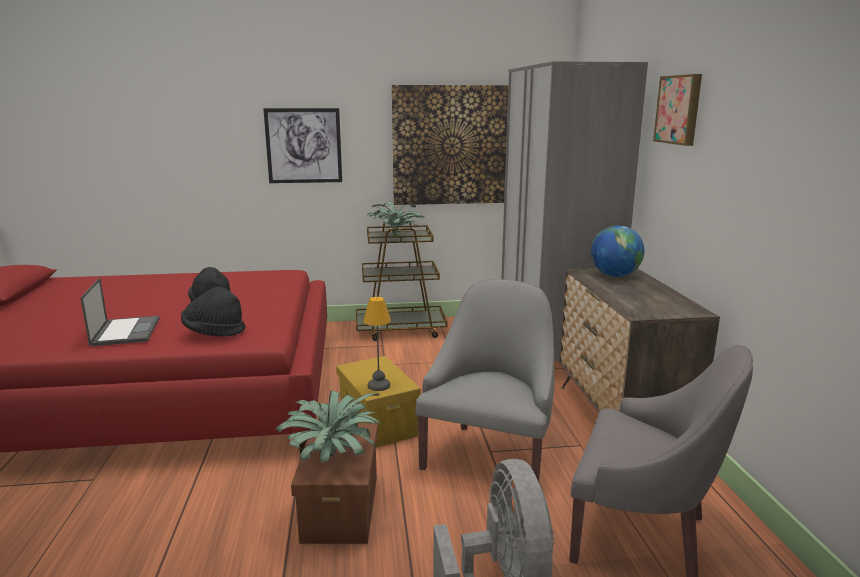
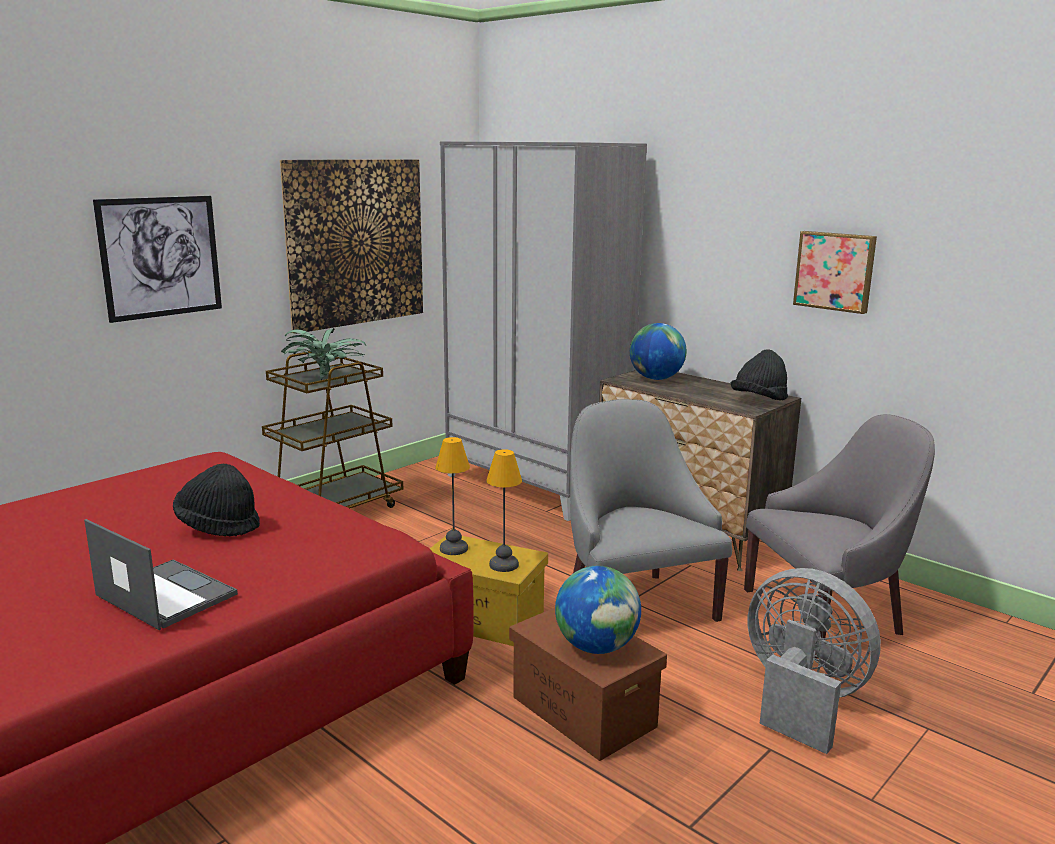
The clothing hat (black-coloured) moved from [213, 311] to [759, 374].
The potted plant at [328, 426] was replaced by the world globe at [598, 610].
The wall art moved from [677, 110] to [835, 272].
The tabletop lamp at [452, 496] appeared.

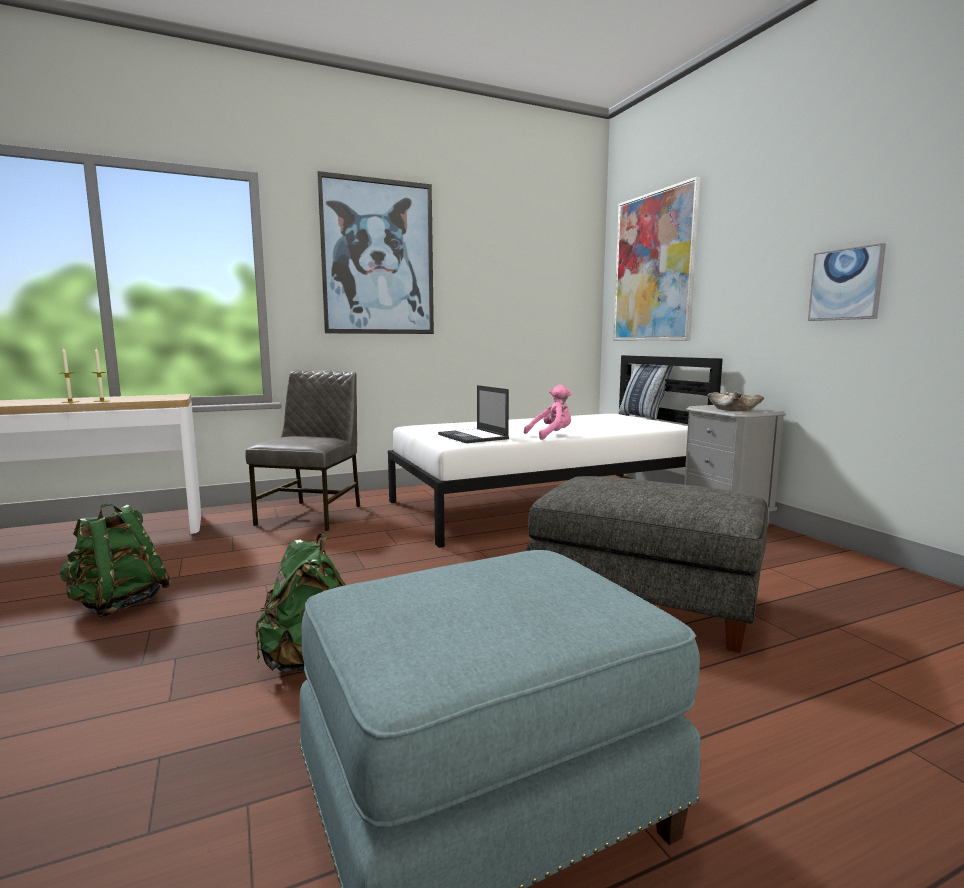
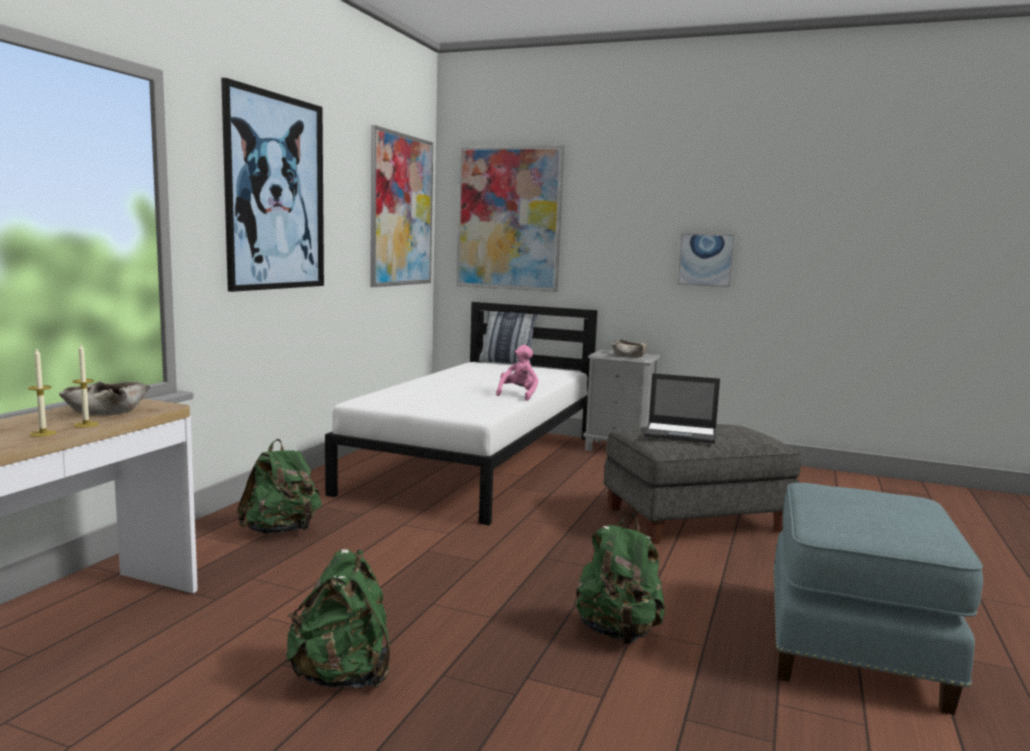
The plain chair (grey) at [302, 450] was replaced by the knapsack (greenish) at [279, 486].
The notebook computer moved from [473, 414] to [682, 408].
The bowl (beige-coloured) at [104, 398] appeared.
The wall art at [402, 206] appeared.

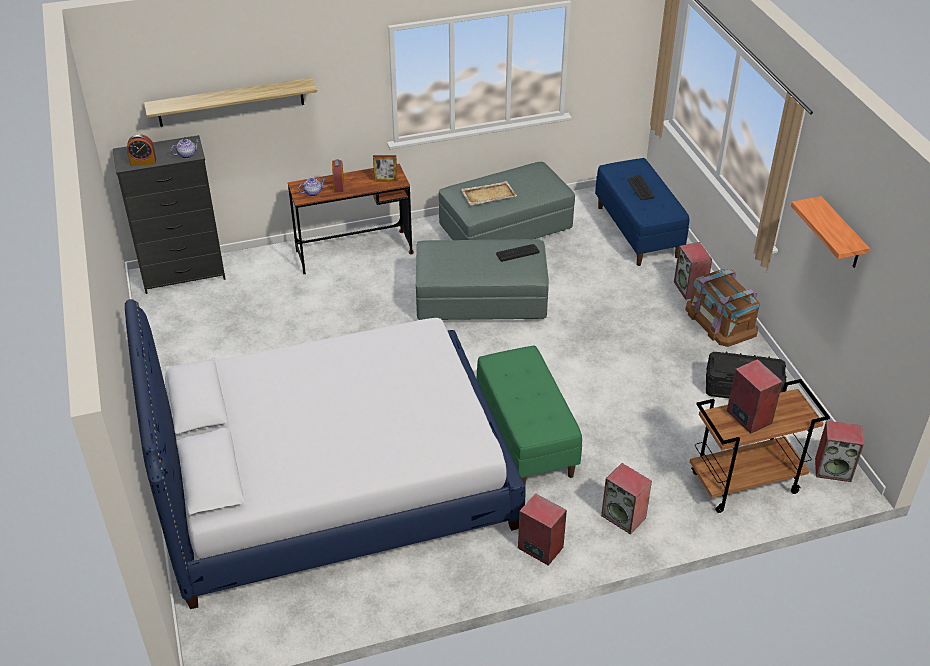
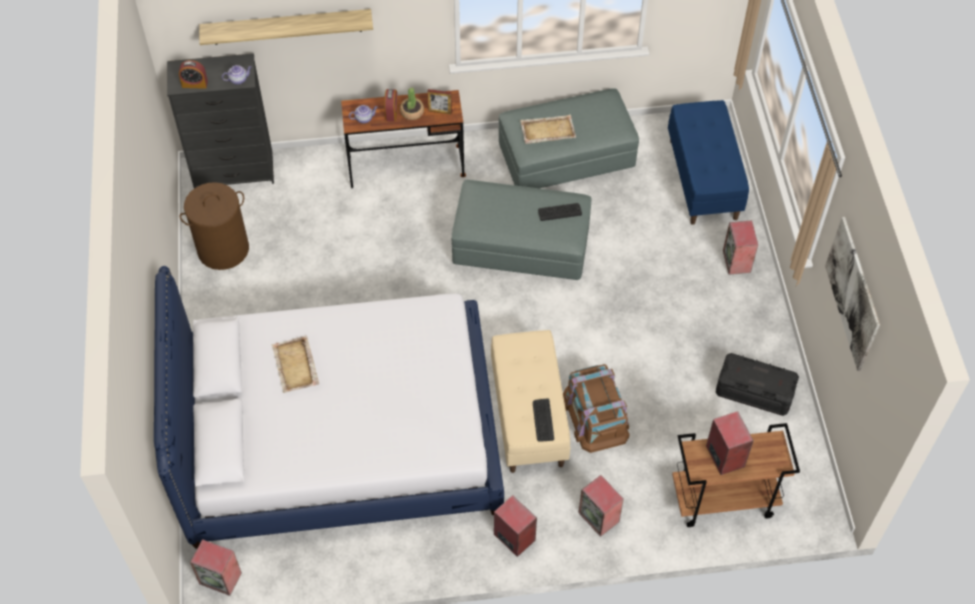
The long seat (greenish) at [529, 415] became the long seat (beige-coloured) at [530, 401].
The computer keyboard moved from [641, 187] to [543, 420].
The storage box (brownish) moved from [722, 308] to [596, 408].
The shelf at [830, 232] was replaced by the wall art at [852, 294].
The loudspeaker moved from [839, 451] to [216, 567].
The hamper (brownish) at [214, 226] appeared.
The serving tray (beige-coloured) at [295, 364] appeared.
The potted plant at [412, 104] appeared.

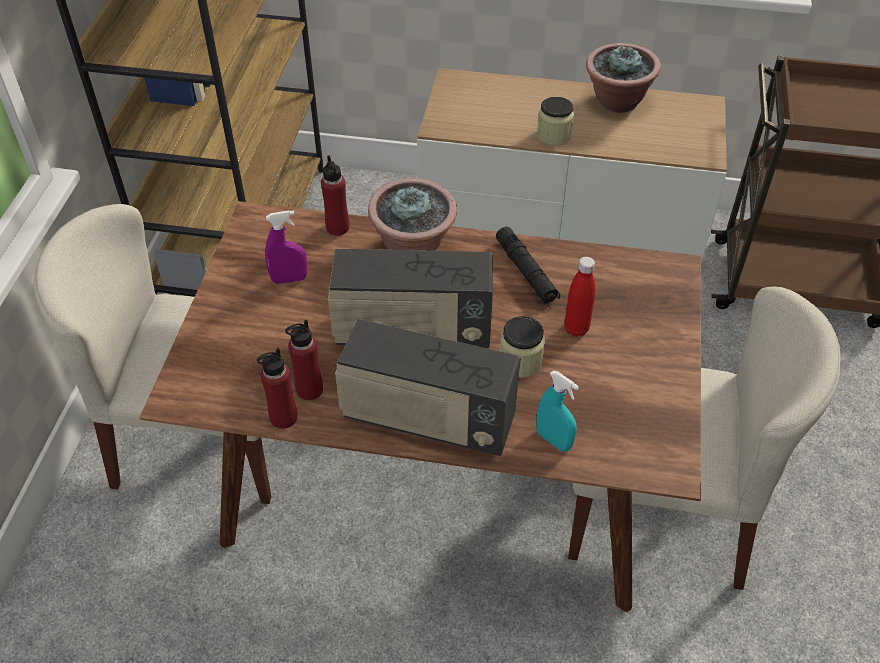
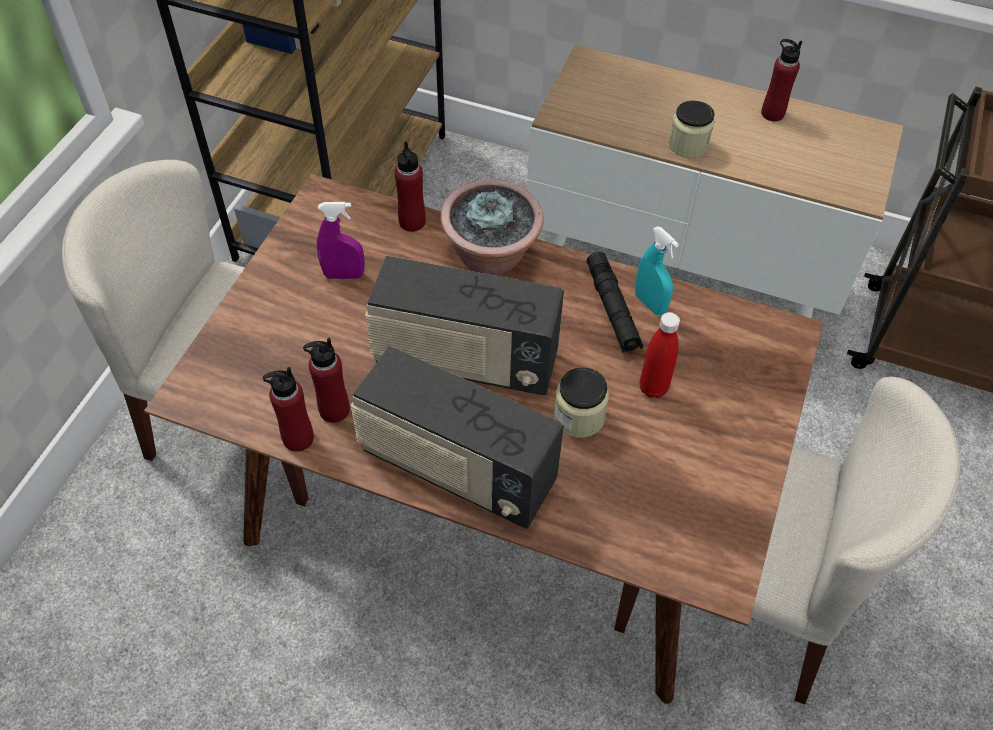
The sprayer (turquoise-coloured) moved from [558, 411] to [657, 270].
The potted plant at [623, 78] was replaced by the bottle (red) at [781, 80].

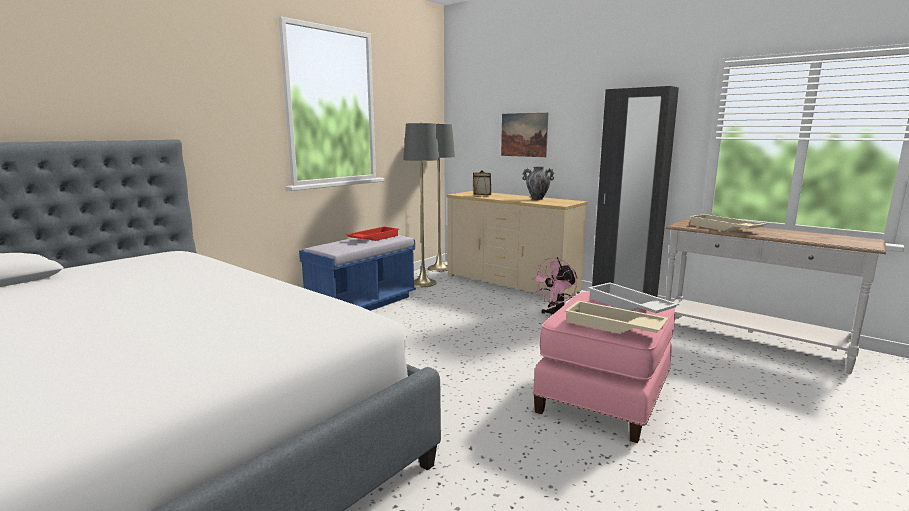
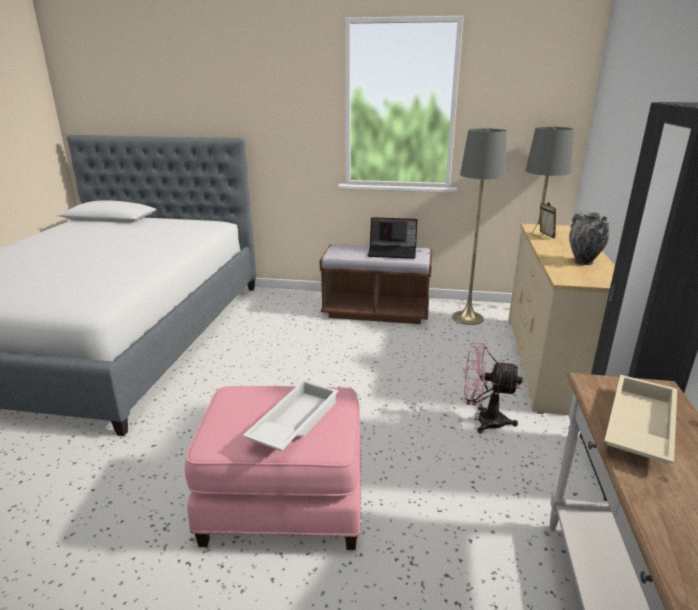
The long seat (blue) at [357, 273] became the long seat (brownish) at [376, 284].
The serving tray (red) at [372, 233] was replaced by the notebook computer at [392, 238].
The wall art at [524, 135] disappeared.
The serving tray (beige-coloured) at [616, 317] disappeared.

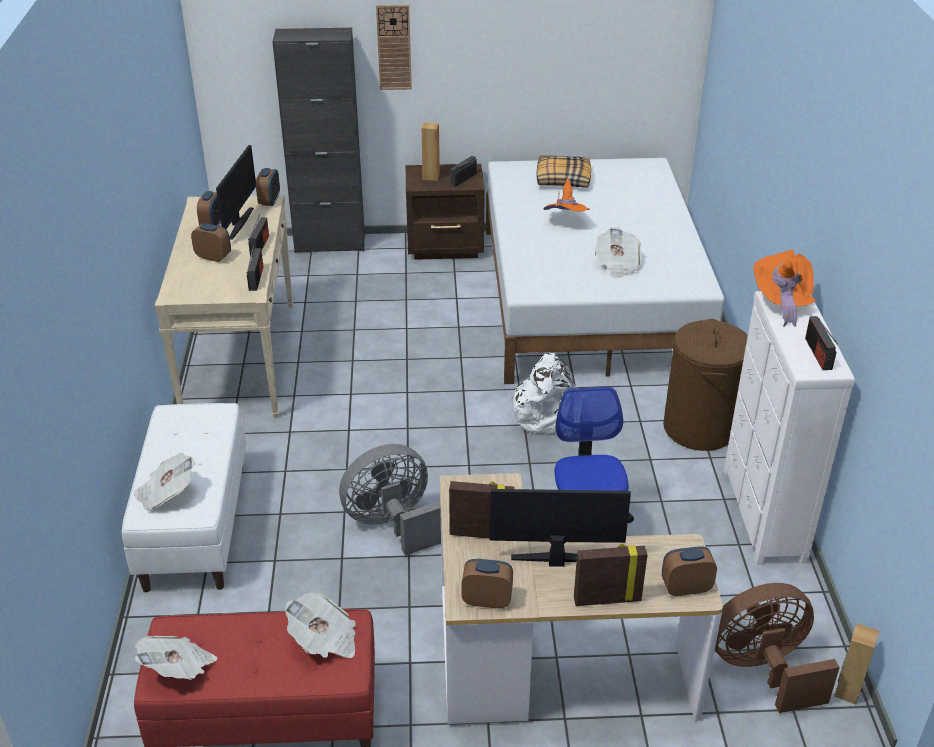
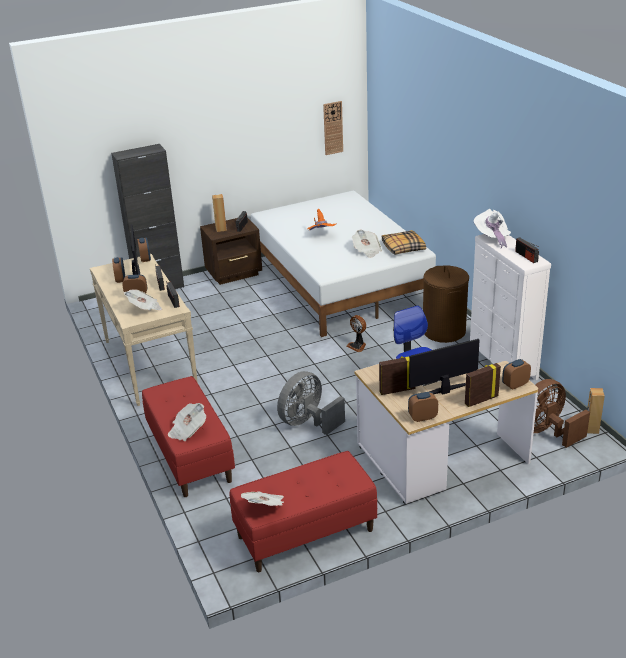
The long seat (whitish) at [184, 497] became the long seat (red) at [188, 436].
The daily paper moved from [320, 625] to [143, 300].
The clock on the wall moved from [394, 47] to [333, 128].
The knapsack (whitish) at [543, 394] was replaced by the fan at [356, 333].
The cushion moved from [564, 171] to [404, 242].
The clothing hat (orangey) at [784, 288] became the clothing hat (whitish) at [492, 229].

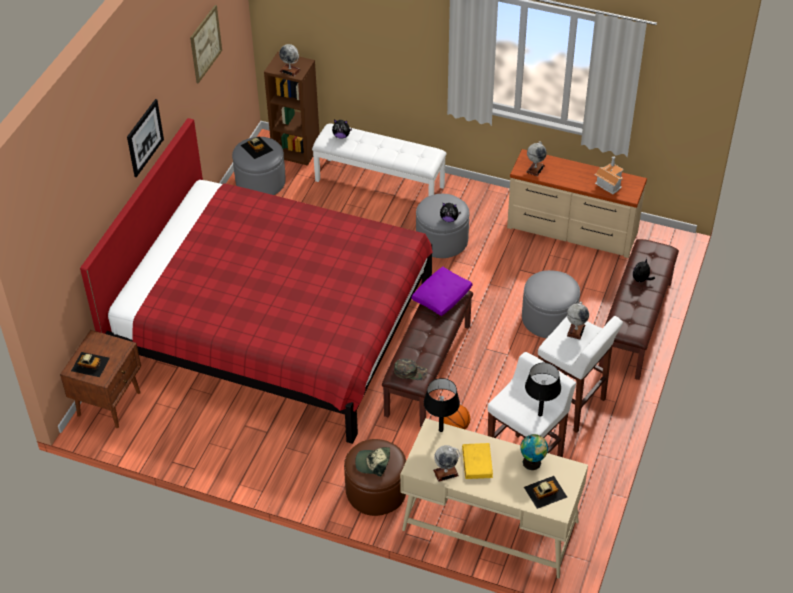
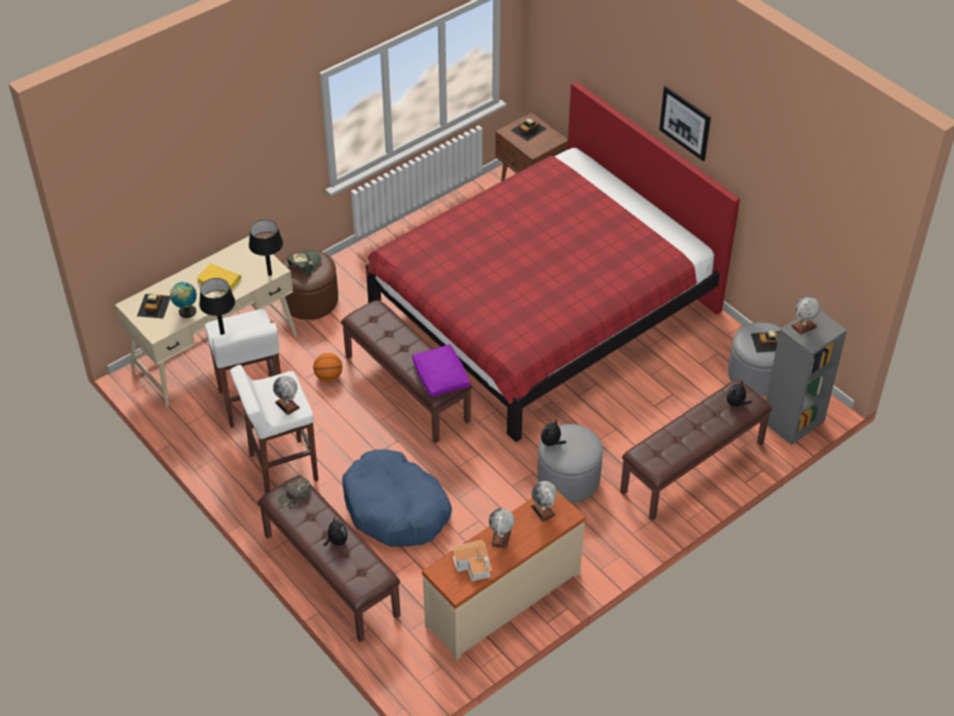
The wall art at [206, 44] disappeared.
The shelving unit (brownish) at [292, 109] became the shelving unit (grey) at [806, 377].
The long seat (whitish) at [379, 159] became the long seat (brownish) at [696, 450].
The peaked cap (greenish) moved from [411, 369] to [294, 493].
The world globe moved from [446, 463] to [502, 528].
The pouffe (grey) at [551, 304] was replaced by the dog cushion (blue) at [397, 498].

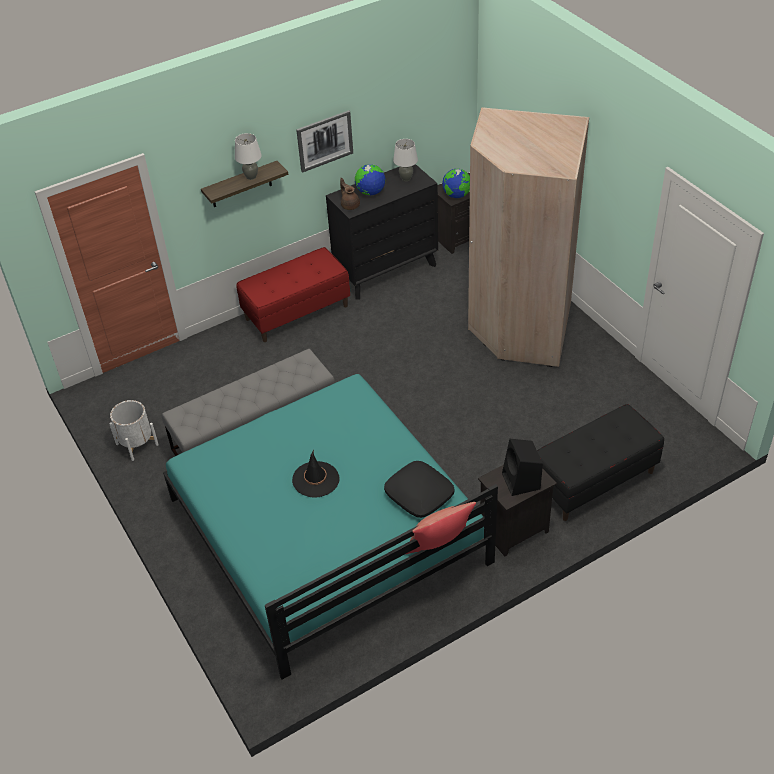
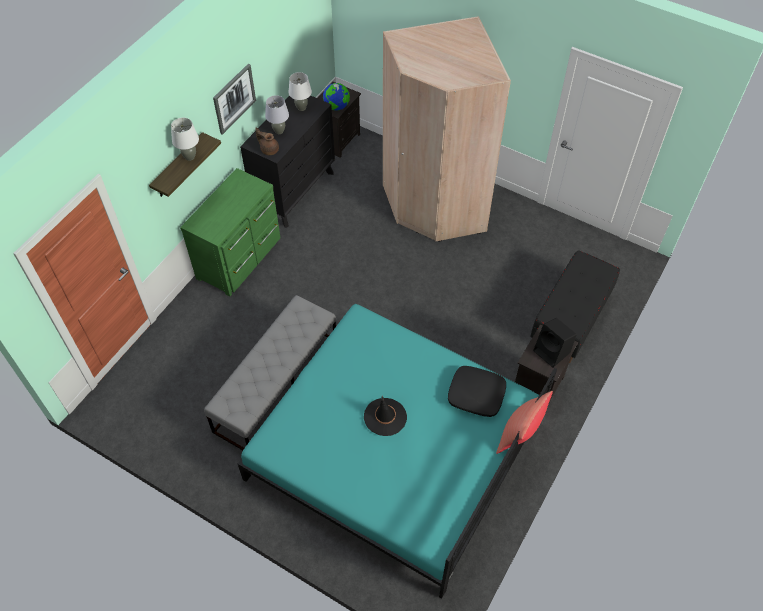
The flower pot (whitish) at [134, 430] disappeared.
The long seat (red) at [293, 294] was replaced by the chest of drawers (greenish) at [230, 232].
The world globe at [370, 179] was replaced by the tabletop lamp (grey) at [277, 114].

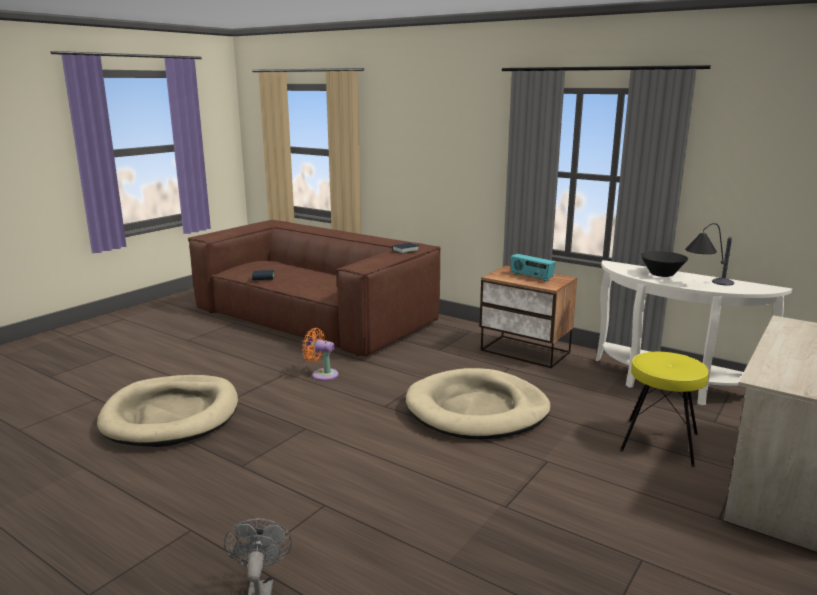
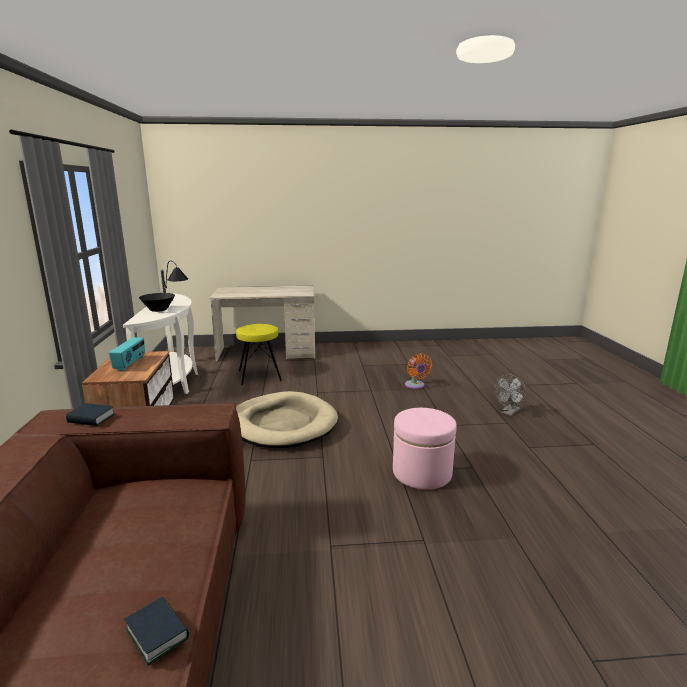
The dog cushion (beige-coloured) at [167, 411] disappeared.
The fan (orangey) moved from [320, 354] to [418, 371].
The pouffe (pink) at [425, 449] appeared.

